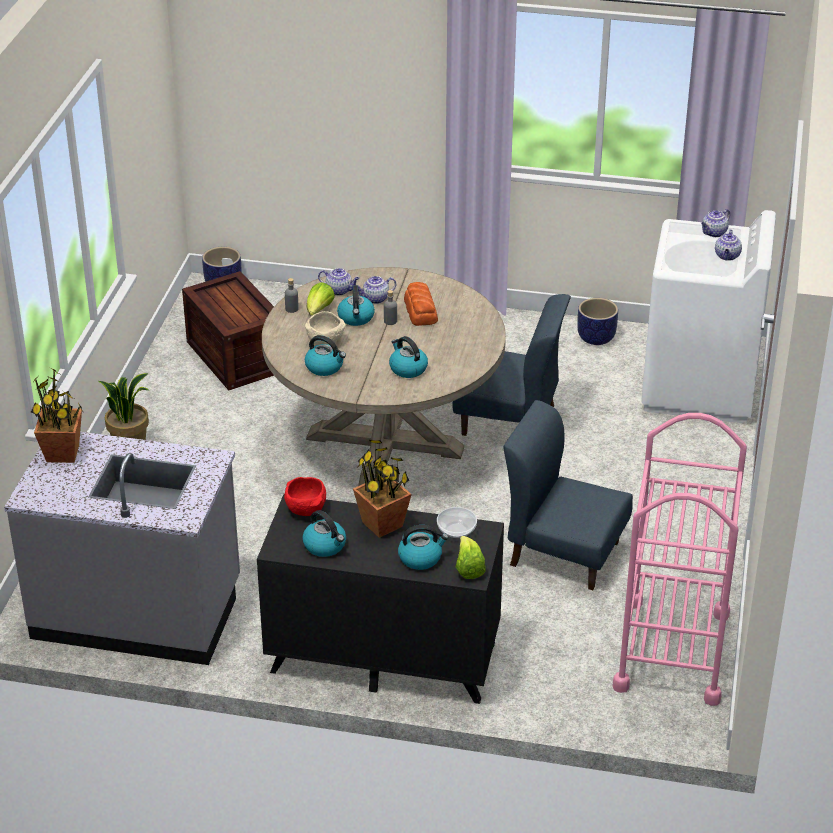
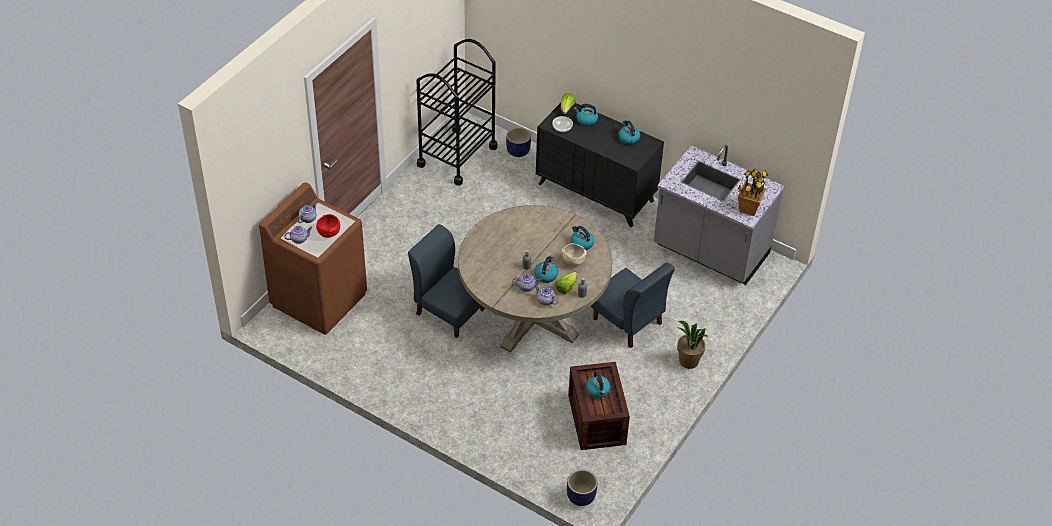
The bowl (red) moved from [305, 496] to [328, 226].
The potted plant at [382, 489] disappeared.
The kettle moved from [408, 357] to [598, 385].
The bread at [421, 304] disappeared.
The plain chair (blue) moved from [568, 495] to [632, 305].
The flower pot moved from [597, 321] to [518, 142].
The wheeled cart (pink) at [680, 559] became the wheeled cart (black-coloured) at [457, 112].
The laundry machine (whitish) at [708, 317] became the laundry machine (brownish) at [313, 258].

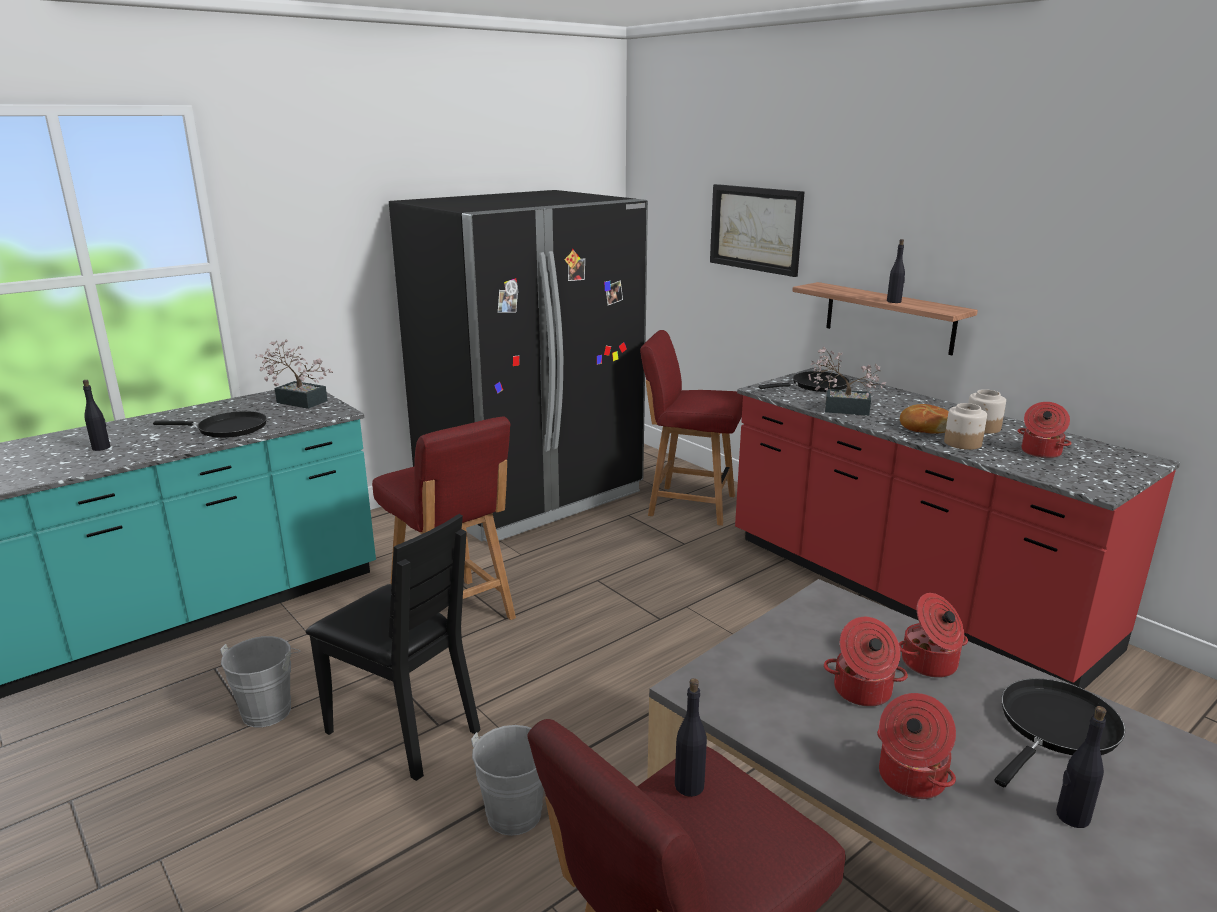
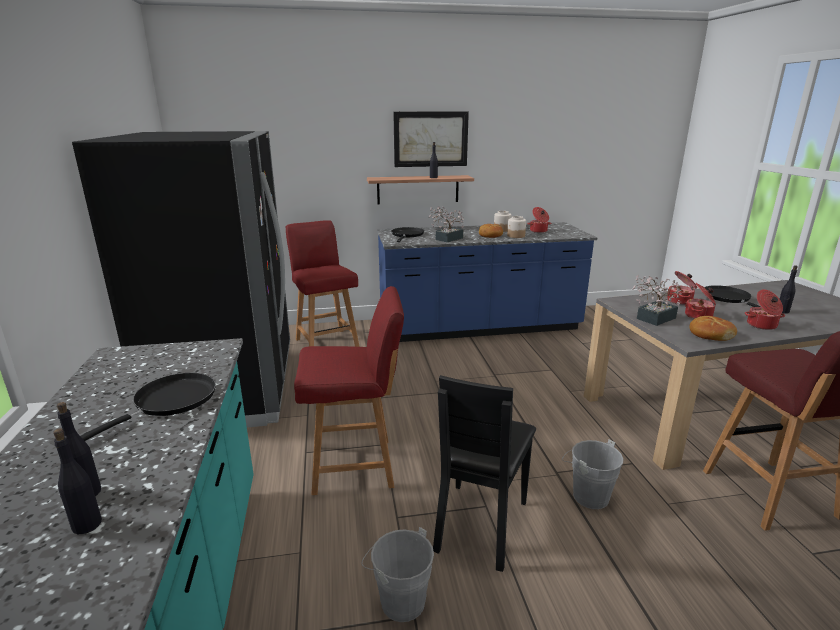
The potted plant moved from [294, 374] to [657, 300].
The plain chair (black-coloured) at [393, 647] turned 135 degrees clockwise.
The plain chair (red) at [691, 428] turned 105 degrees clockwise.
The bottle (black-coloured) moved from [691, 737] to [77, 481].
The wall art moved from [757, 230] to [431, 139].
The counter (red) at [957, 528] became the counter (blue) at [487, 282].
The bread at [713, 328] appeared.

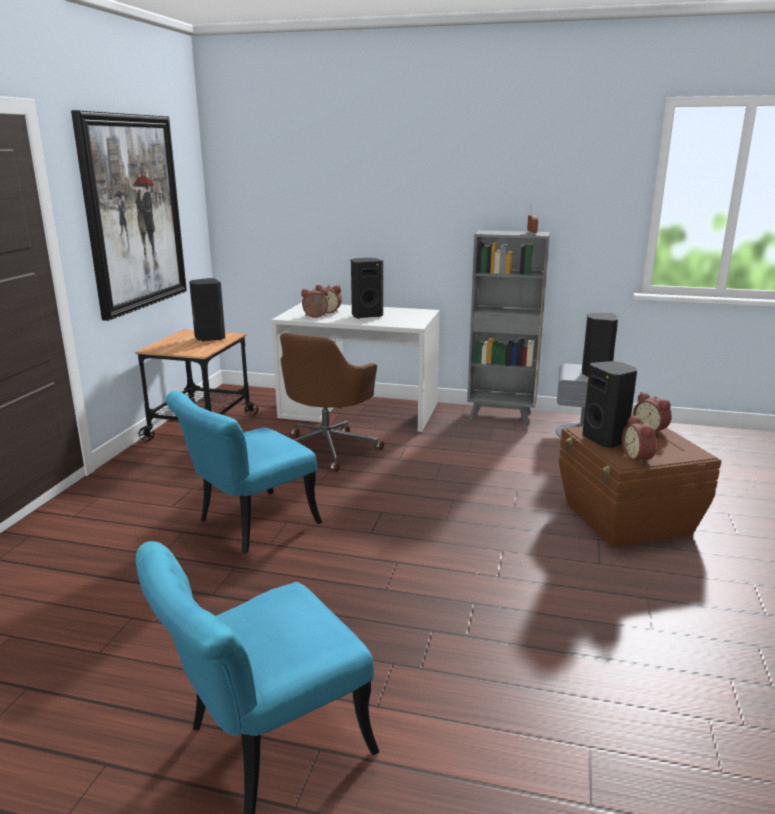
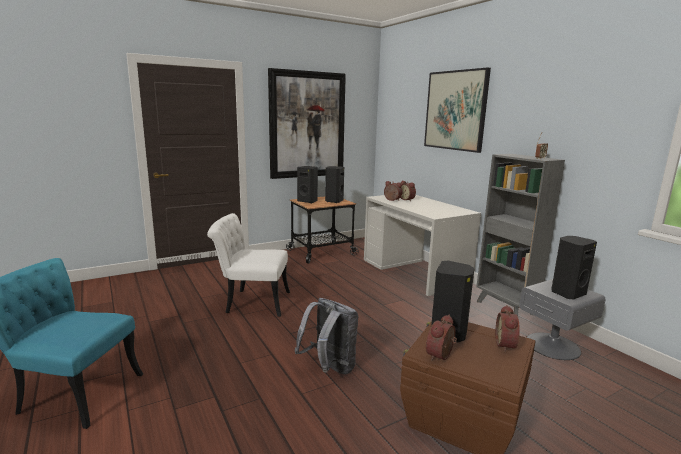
The plain chair (turquoise-coloured) at [244, 472] became the plain chair (whitish) at [248, 265].
The desk chair (brownish) at [332, 402] disappeared.
The loudspeaker (black-coloured) moved from [367, 288] to [307, 184].
The knapsack (grey) at [327, 336] appeared.
The wall art at [457, 110] appeared.

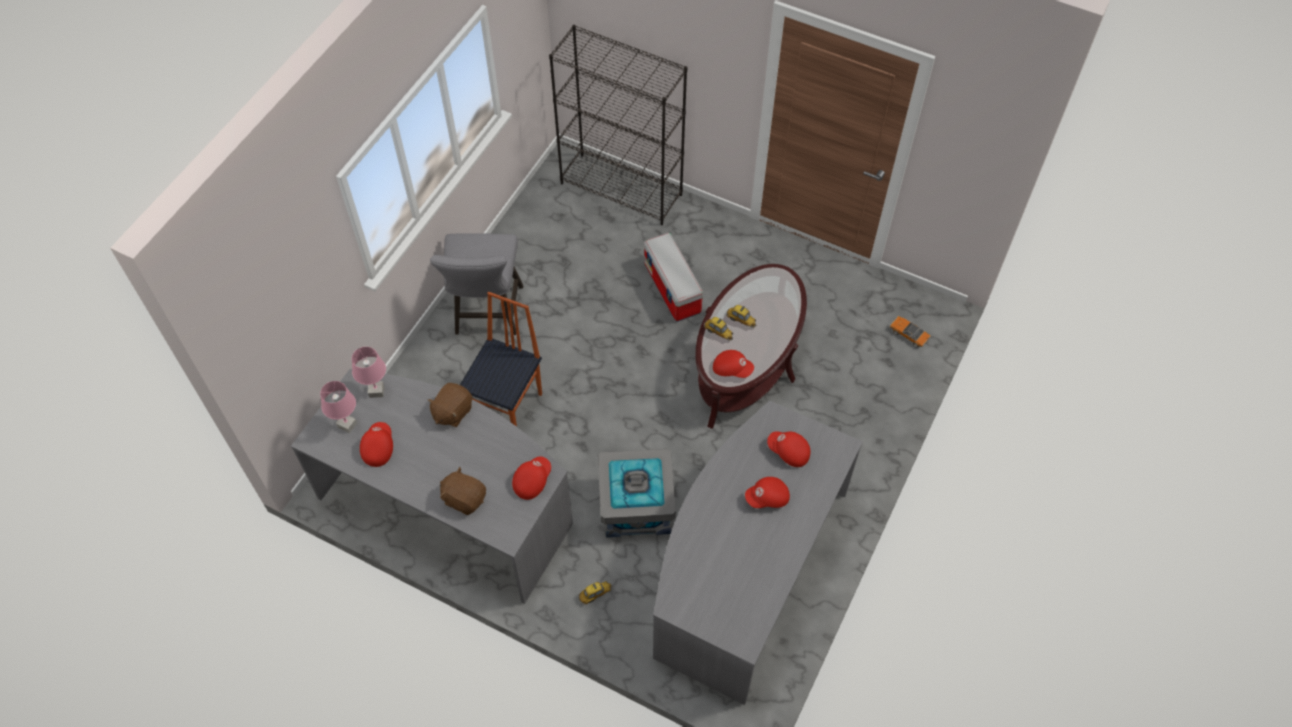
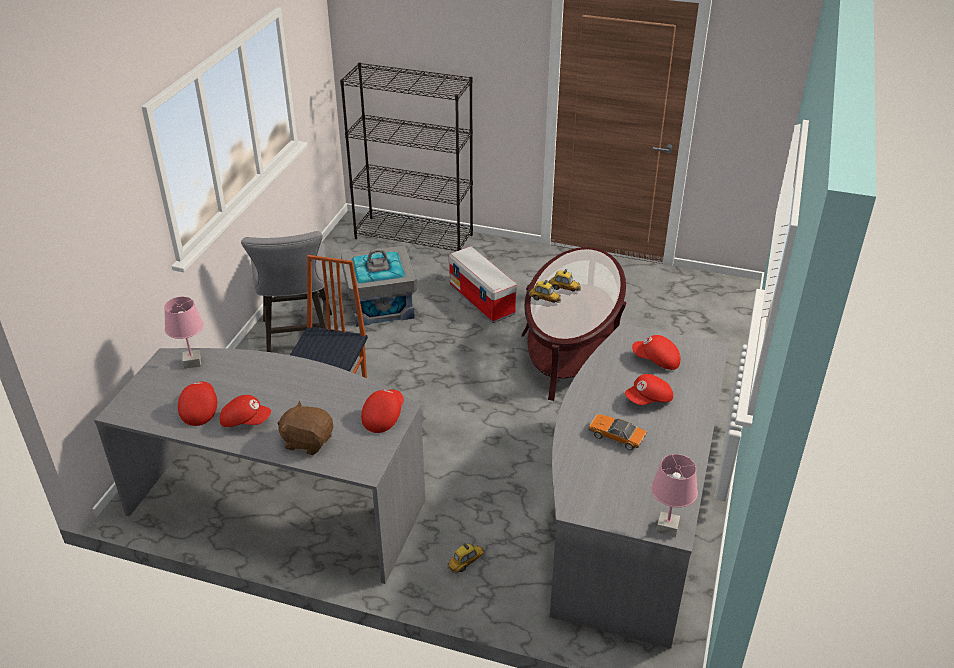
The tabletop lamp (pink) moved from [338, 407] to [674, 495].
The plush toy (brownish) at [450, 405] disappeared.
The storage box (grey) moved from [637, 493] to [379, 286].
The peaked cap (red) moved from [733, 364] to [245, 411].
The miniature car moved from [910, 332] to [617, 432].

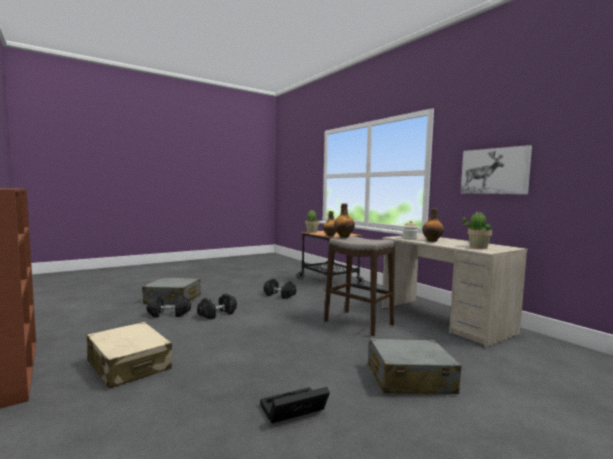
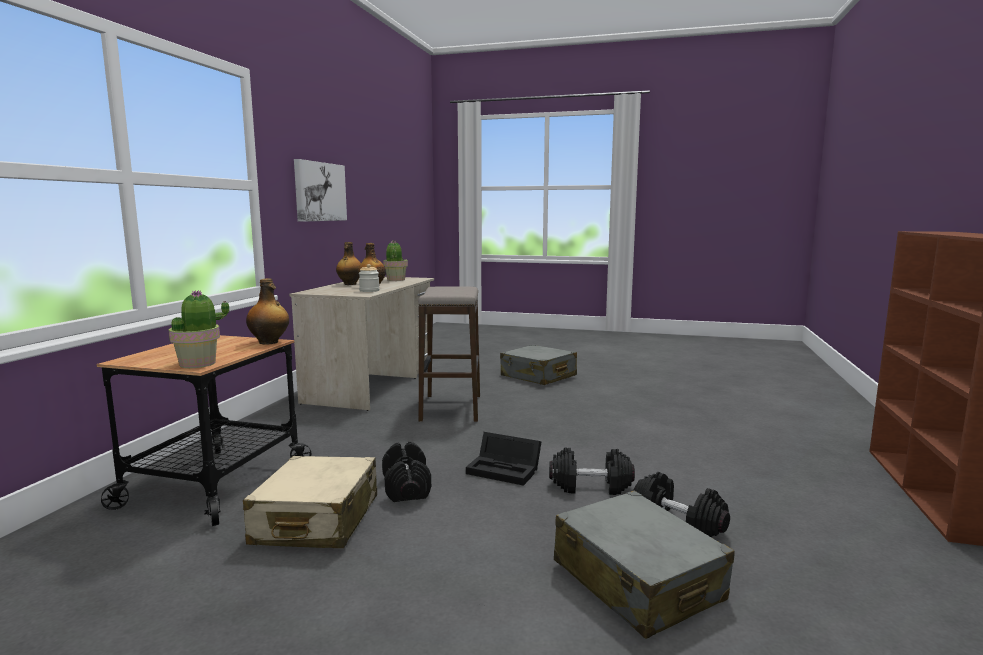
The travel case (beige-coloured) moved from [129, 355] to [310, 502].
The storage box (black-coloured) moved from [295, 405] to [503, 459].
The bottle moved from [344, 220] to [348, 263].

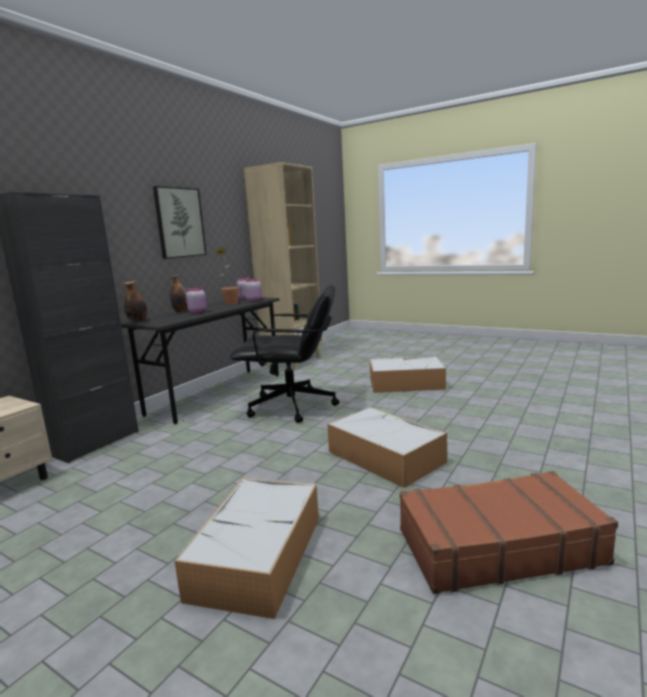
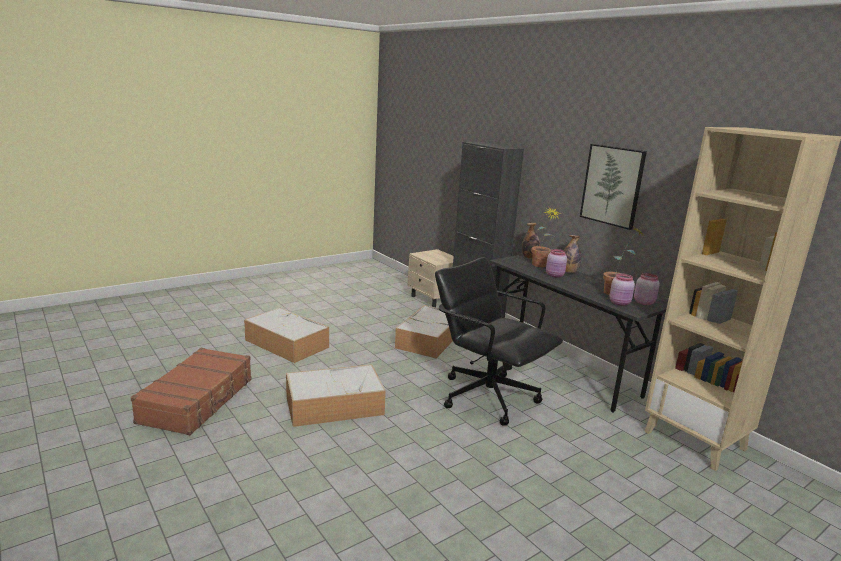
The desk chair (black-coloured) at [284, 354] turned 105 degrees clockwise.
The storage box moved from [408, 374] to [424, 331].
The potted plant at [546, 237] appeared.

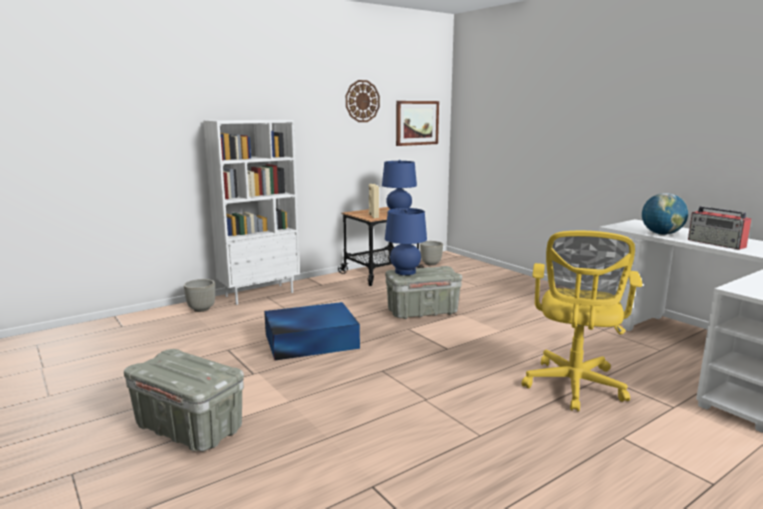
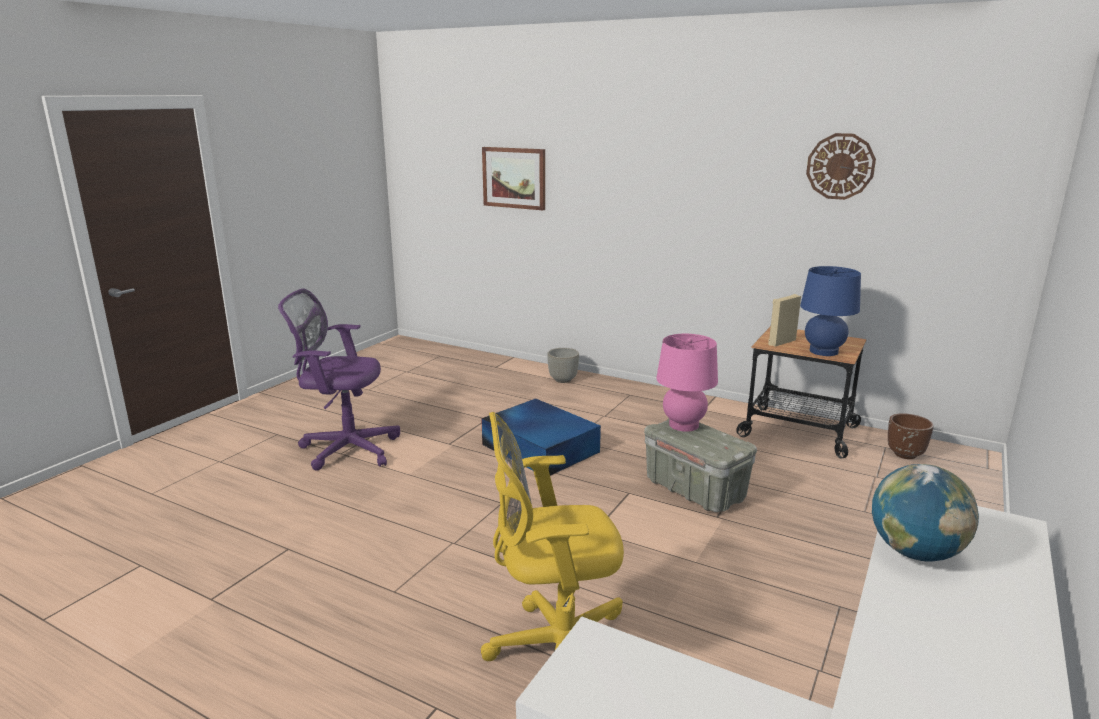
The storage box (grey) at [184, 400] was replaced by the desk chair (purple) at [339, 379].
The shelving unit (whitish) at [251, 212] disappeared.
The tabletop lamp (blue) at [406, 241] became the tabletop lamp (pink) at [687, 383].
The wall art moved from [417, 123] to [513, 178].
The flower pot (grey) at [431, 253] became the flower pot (brownish) at [911, 436].
The radio at [720, 228] disappeared.

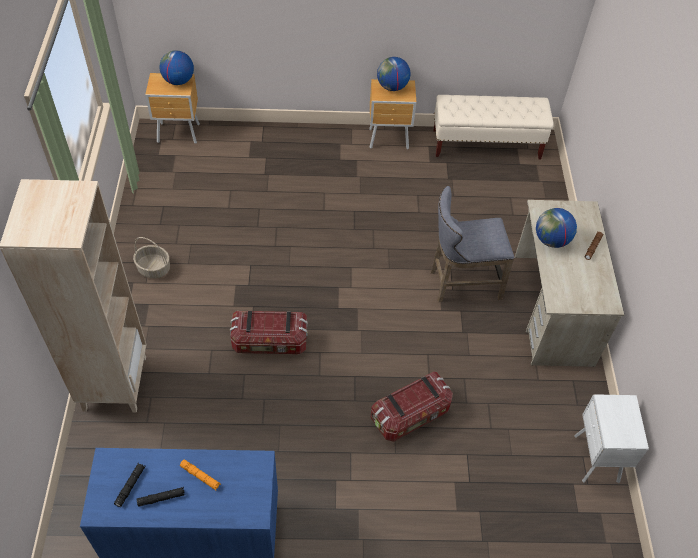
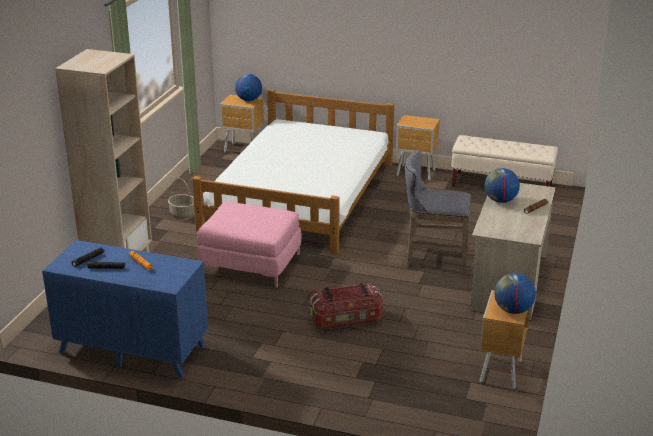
The storage box at [269, 332] was replaced by the pouffe (pink) at [249, 244].
The world globe moved from [393, 74] to [515, 293].
The nightstand (whitish) at [611, 438] became the nightstand (brownish) at [504, 339].
The sleeping bed (whitish) at [293, 171] appeared.

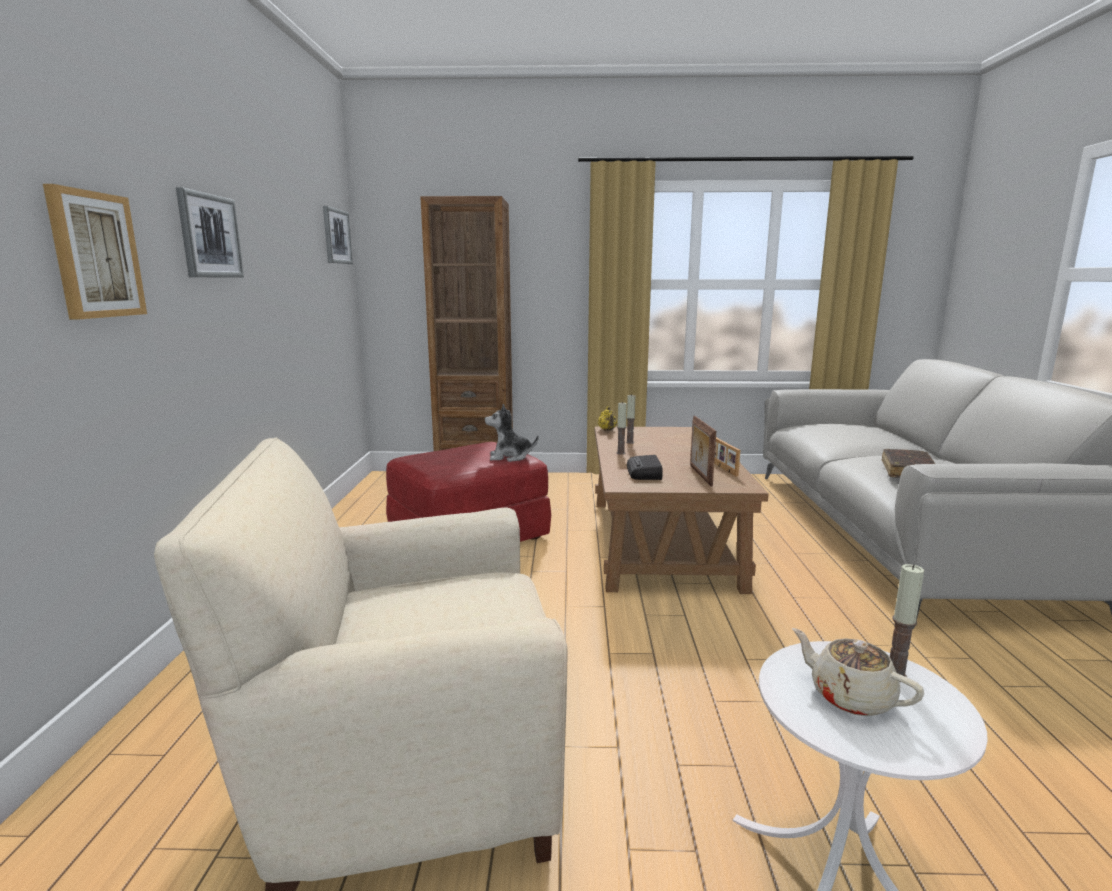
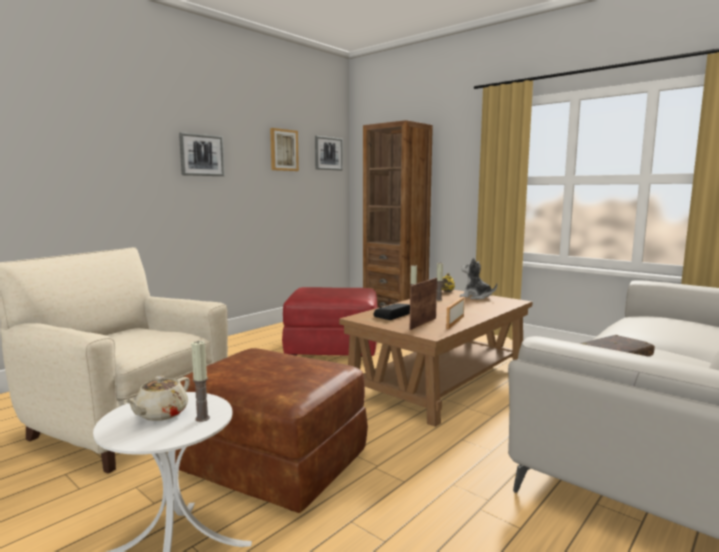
The wall art moved from [95, 251] to [284, 149].
The plush toy moved from [511, 433] to [478, 278].
The pot for tea (beige-coloured) at [858, 672] turned 150 degrees counterclockwise.
The pouffe (brownish) at [271, 430] appeared.

